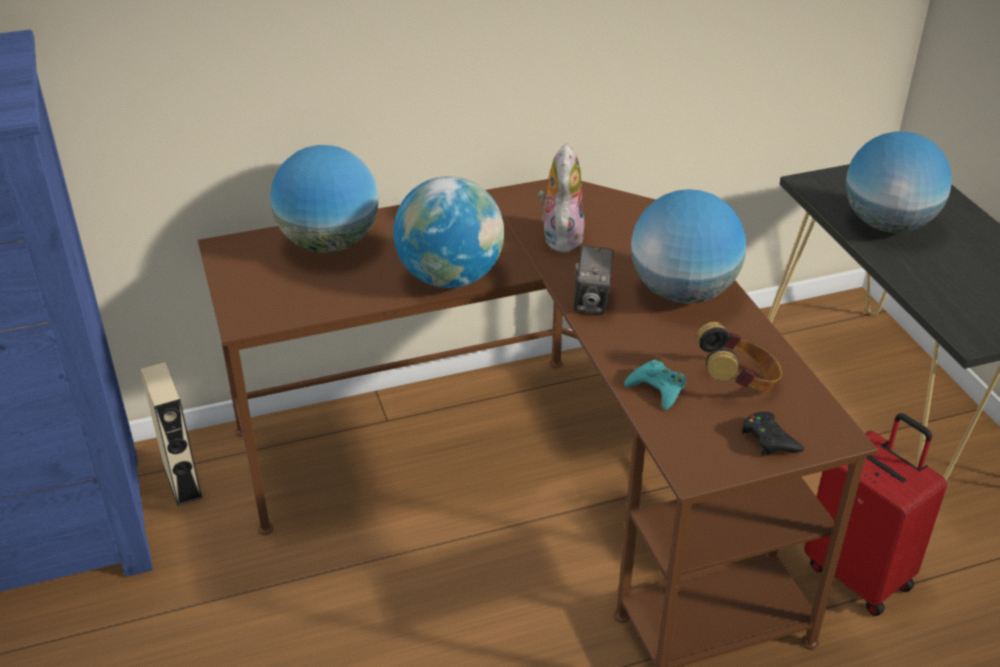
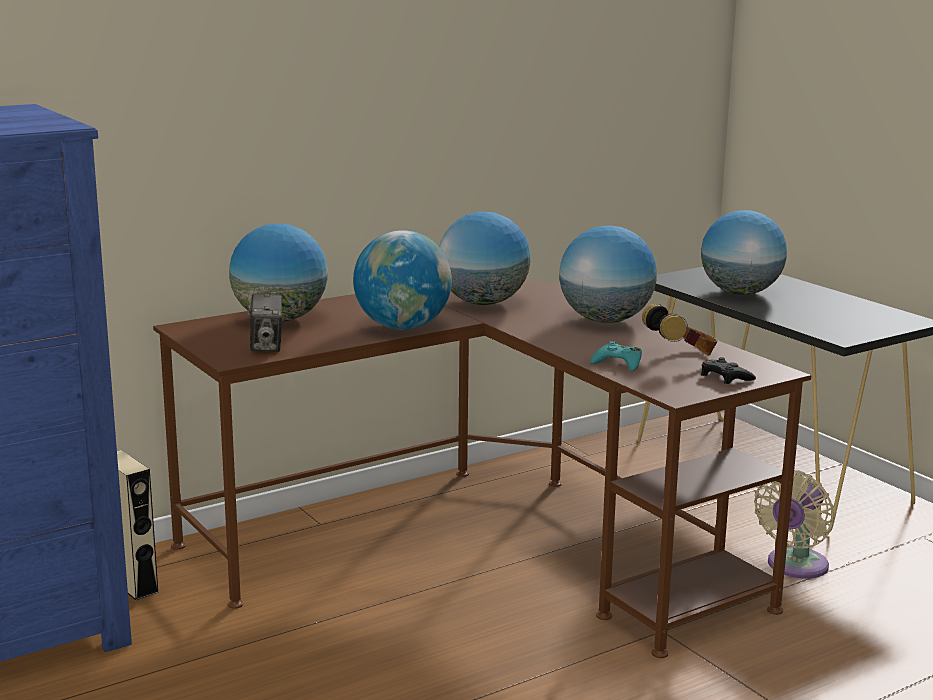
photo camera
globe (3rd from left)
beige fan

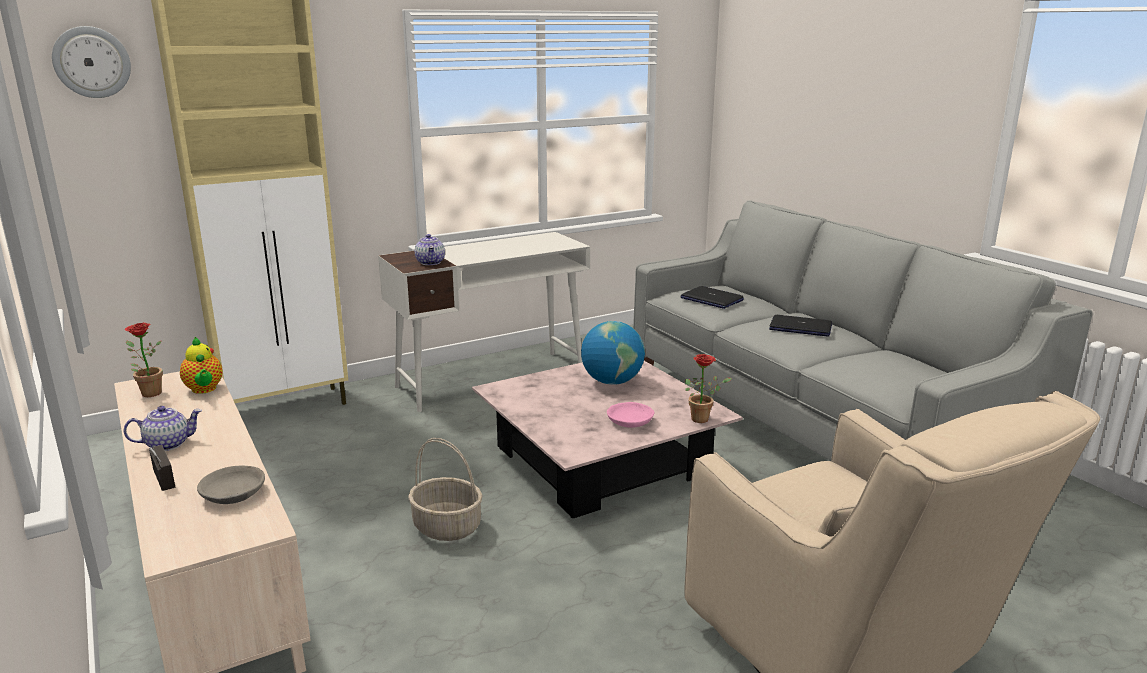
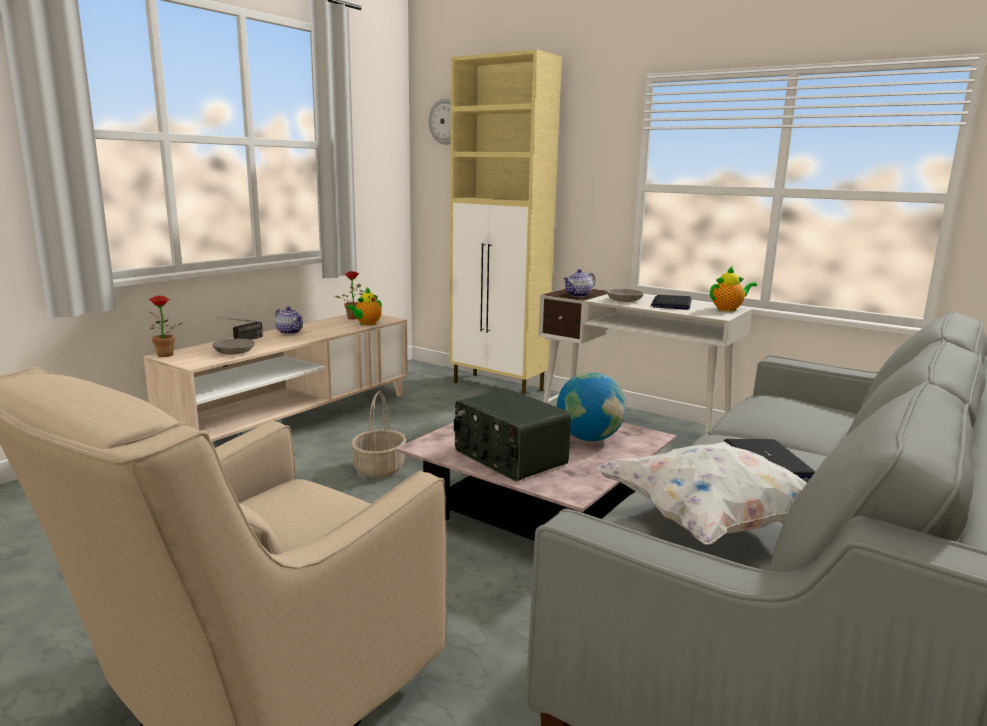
white pillow
grey bowl (2nd from left)
teapot (4th from left)
laptop (1st from left)
potted plant (1st from left)
radio (2nd from left)

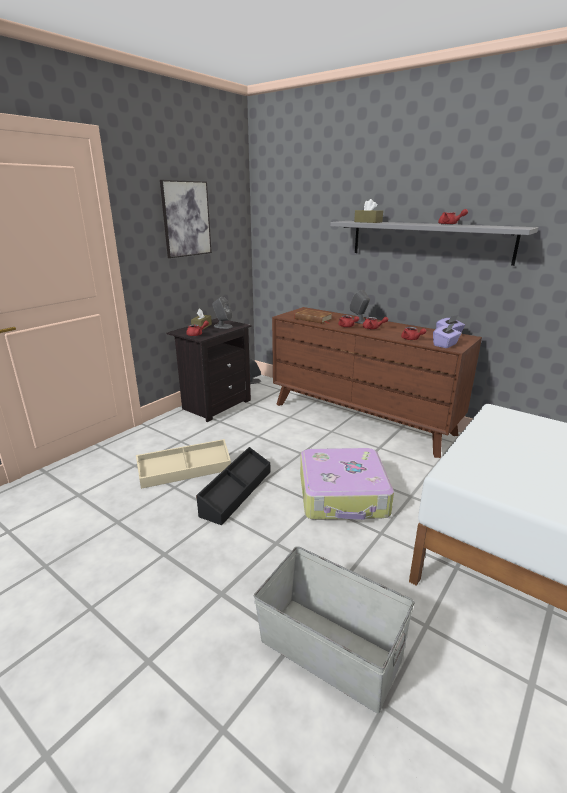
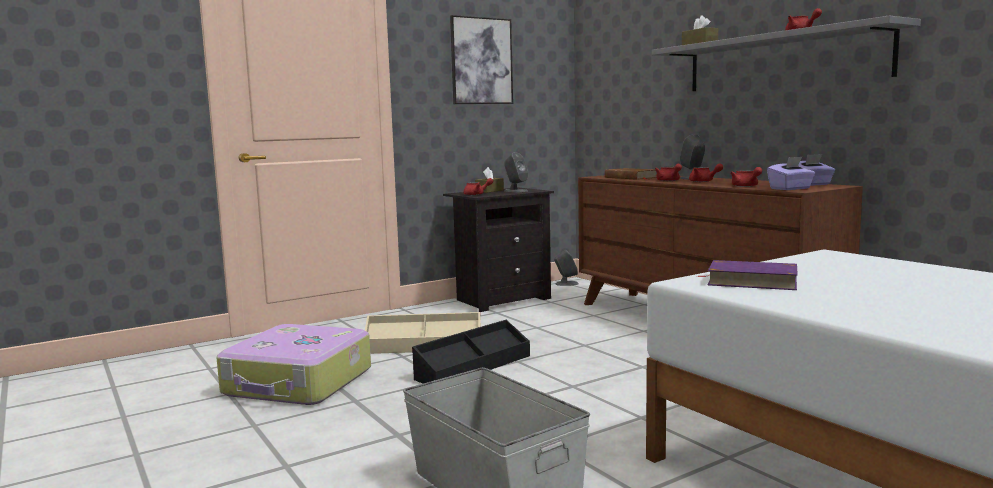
purple book
suitcase

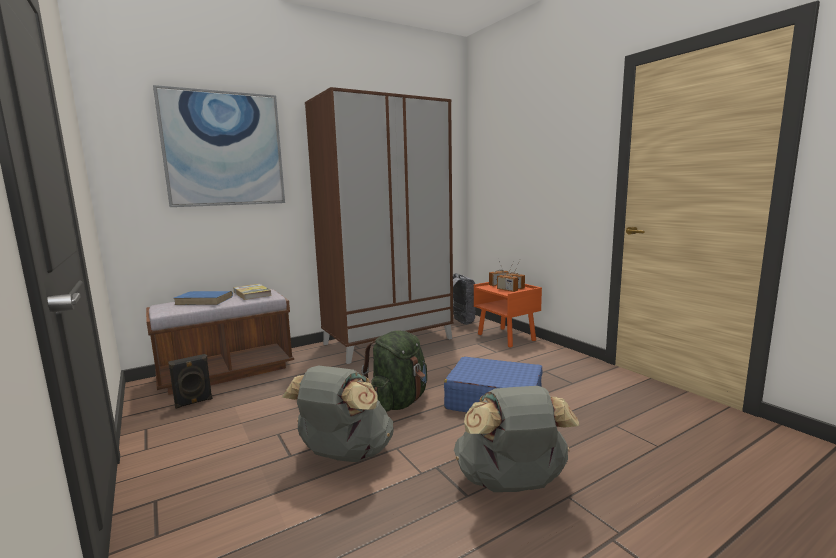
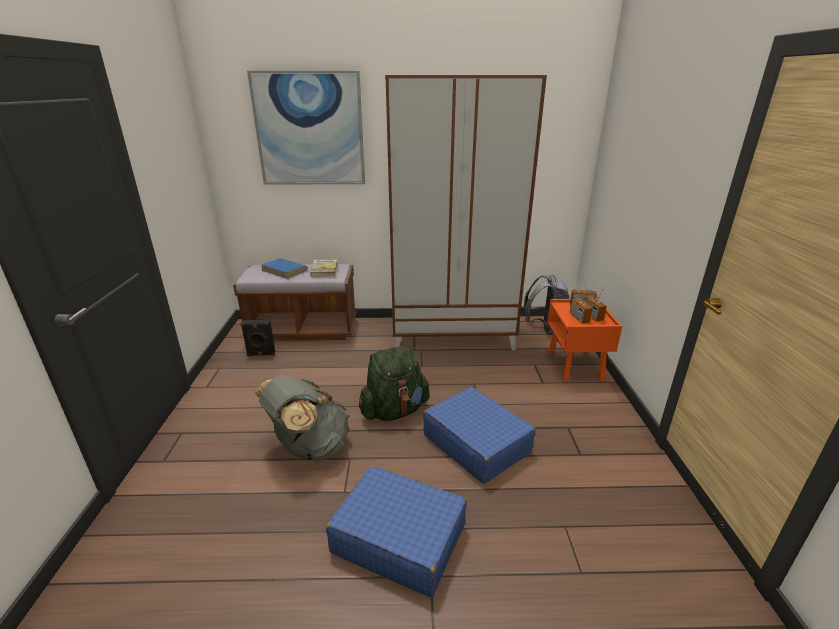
blue suitcase (1st from left)

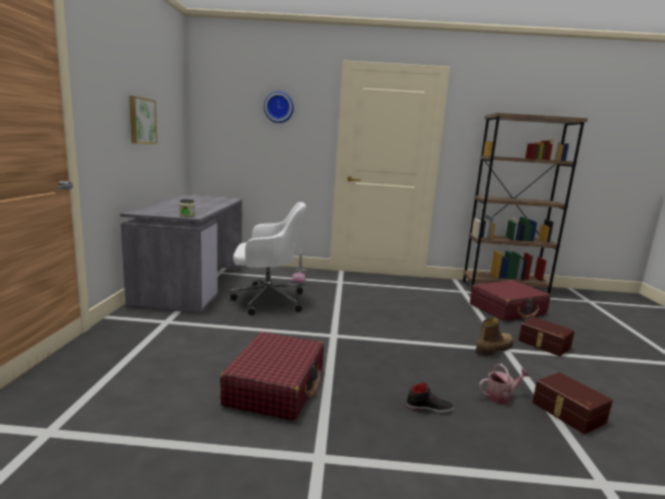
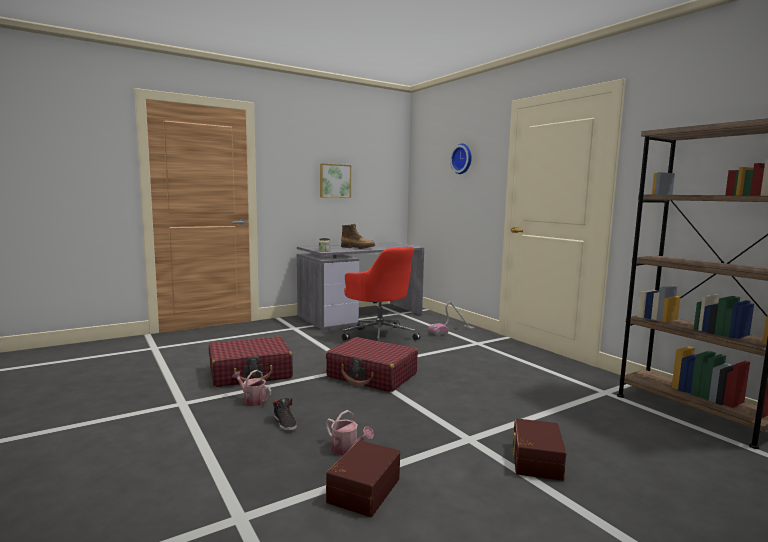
watering can (1st from left)
red suitcase (2nd from left)
boot
red office chair

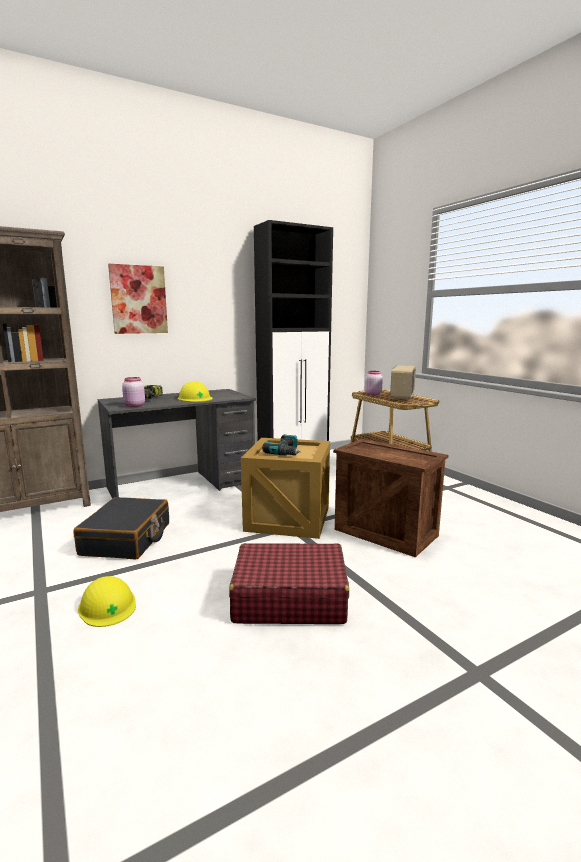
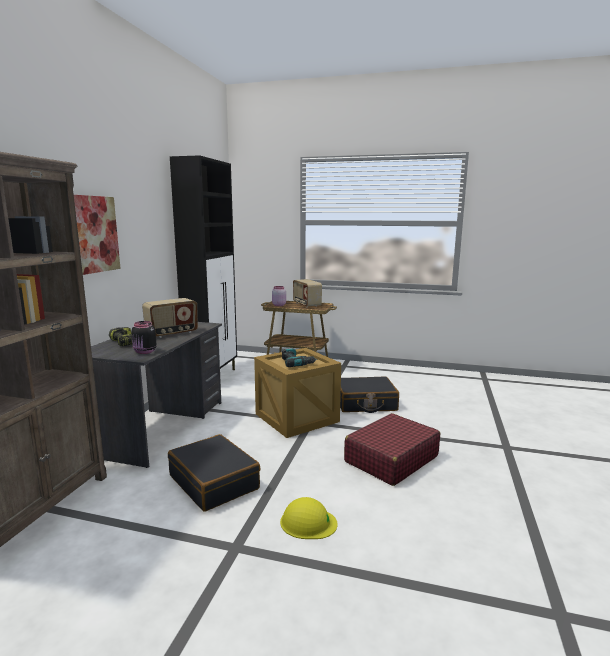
radio (1st from left)
black suitcase (2nd from left)
black jar

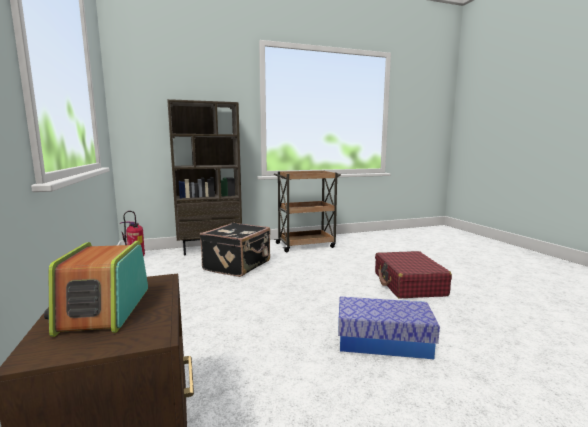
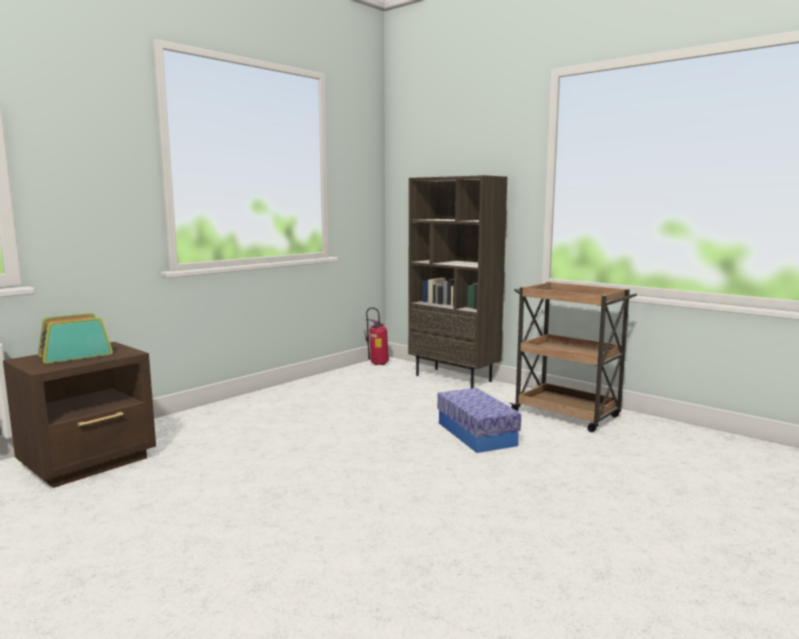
black suitcase
red suitcase
storage box

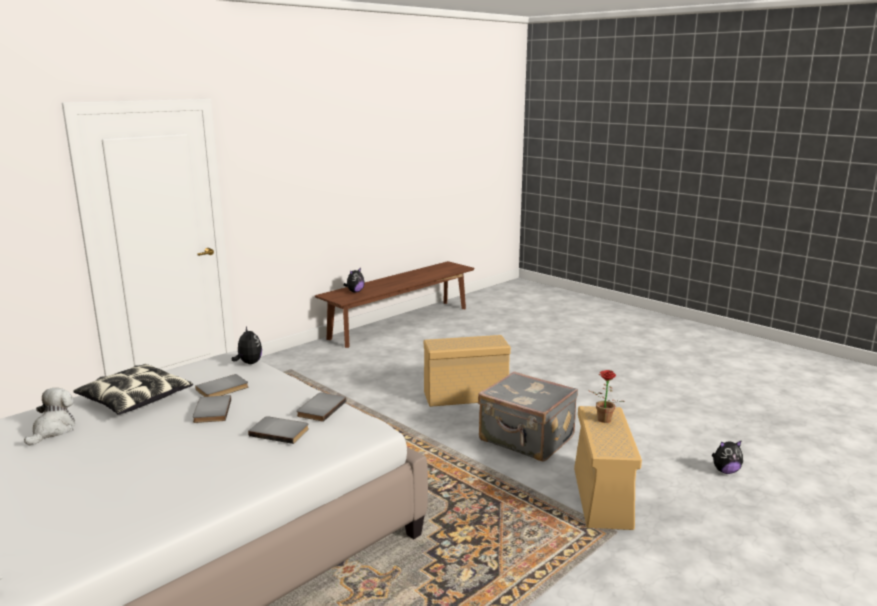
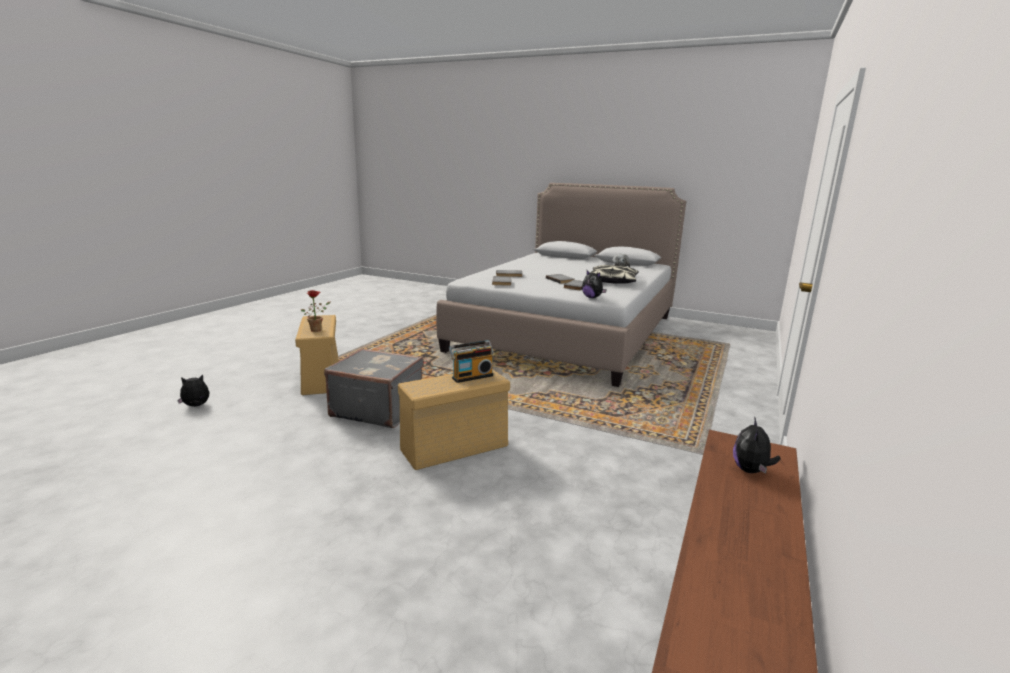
radio

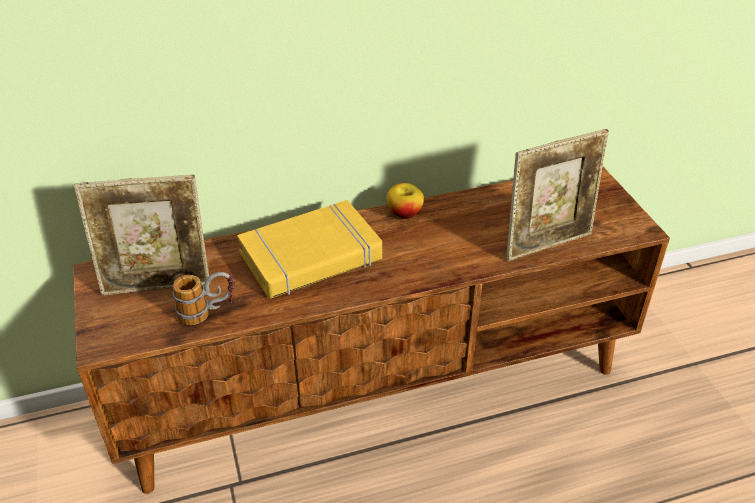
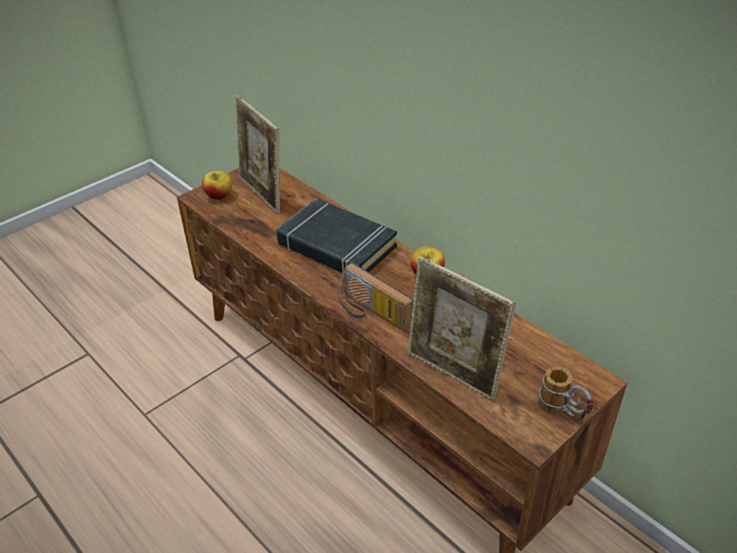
apple (1st from left)
radio
mug
black book

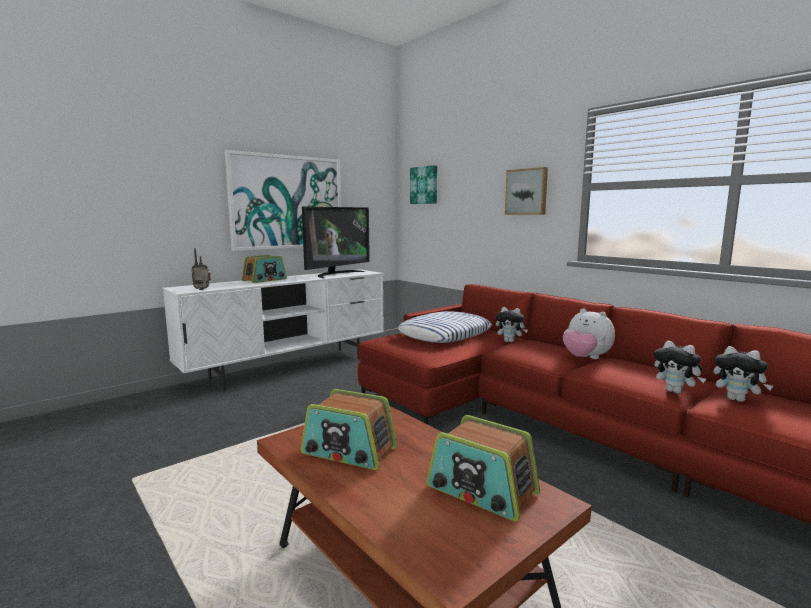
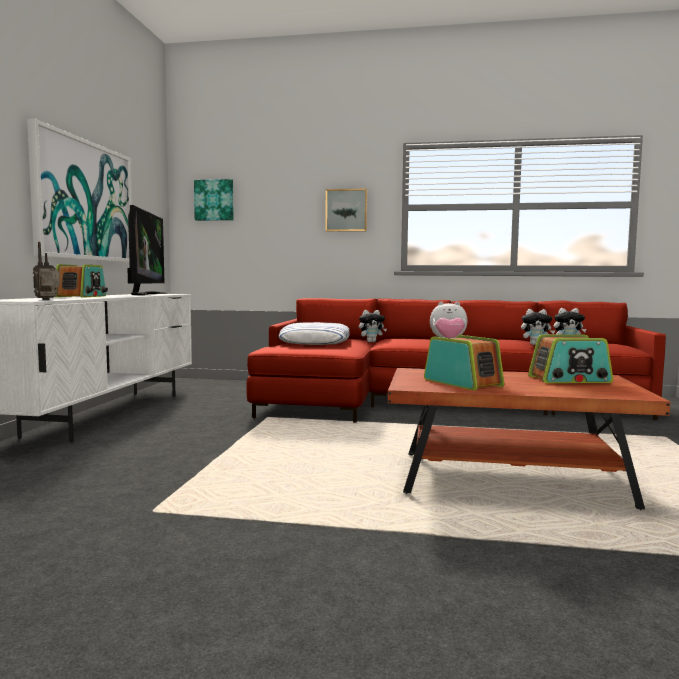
radio (3rd from left)

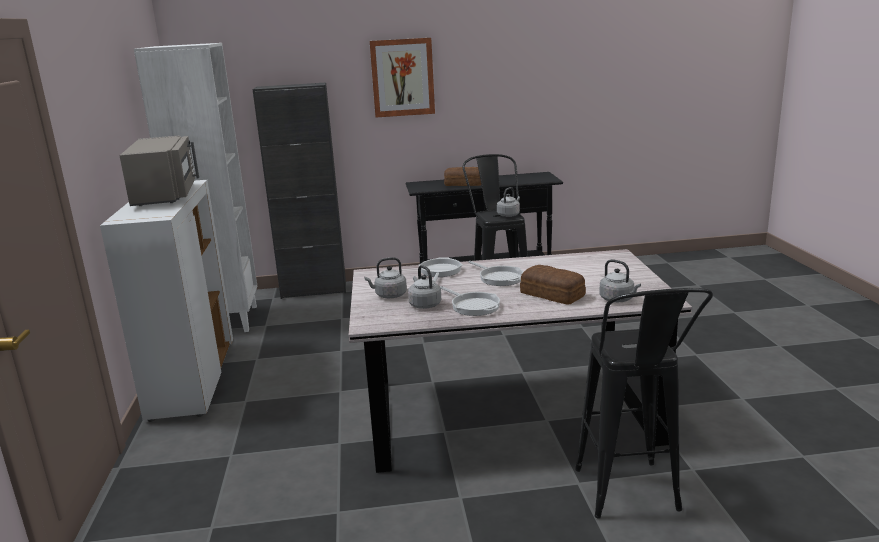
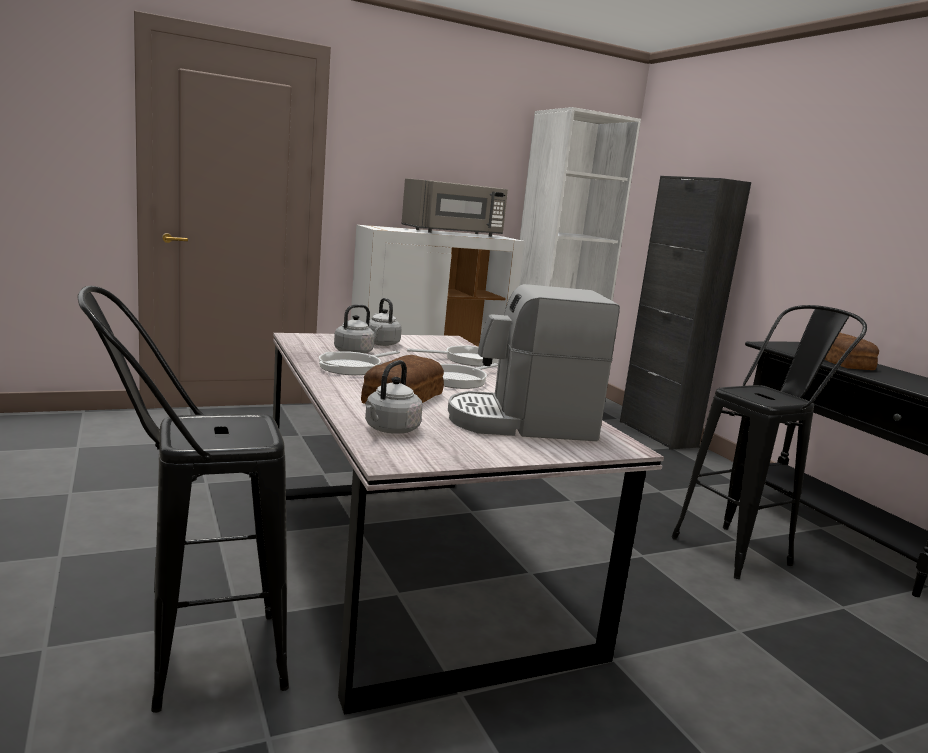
picture
grey kettle (3rd from left in the first image)
coffee machine

